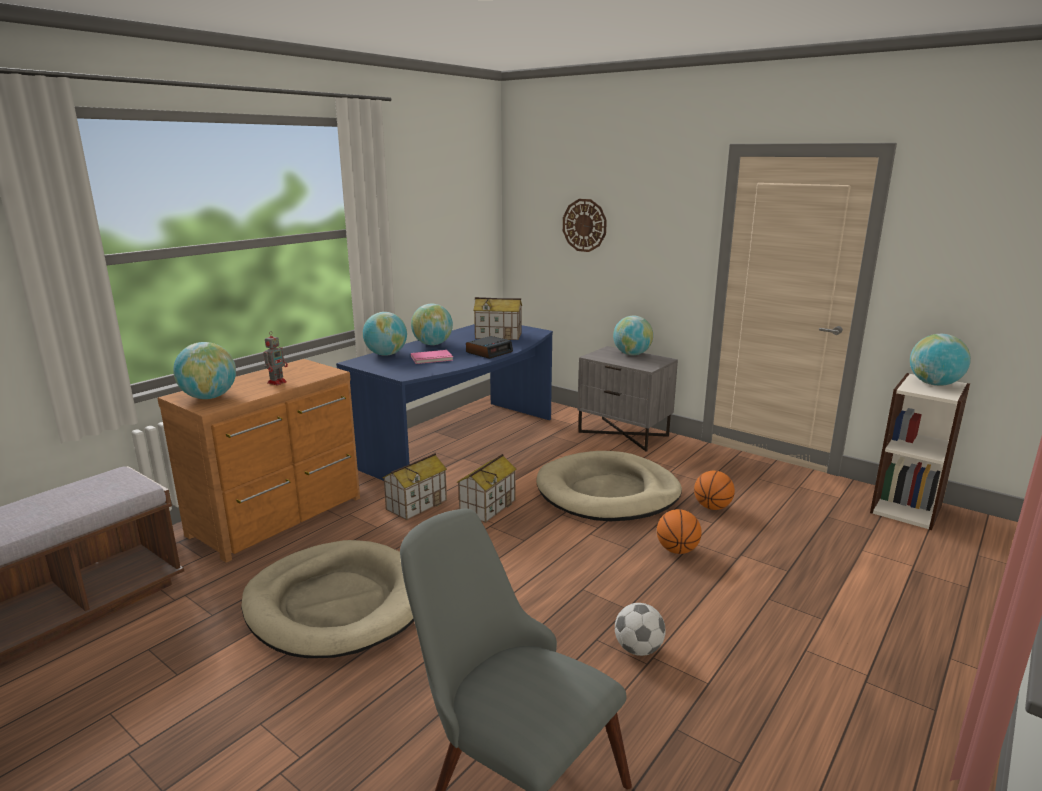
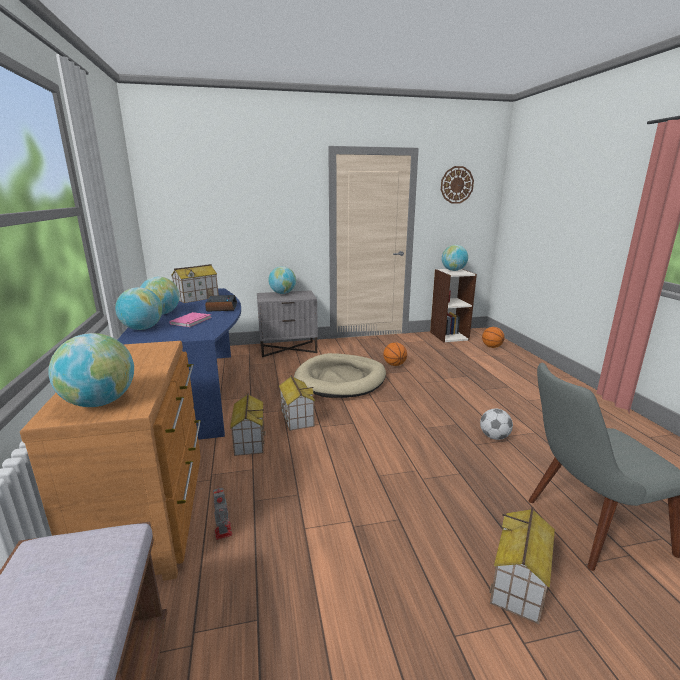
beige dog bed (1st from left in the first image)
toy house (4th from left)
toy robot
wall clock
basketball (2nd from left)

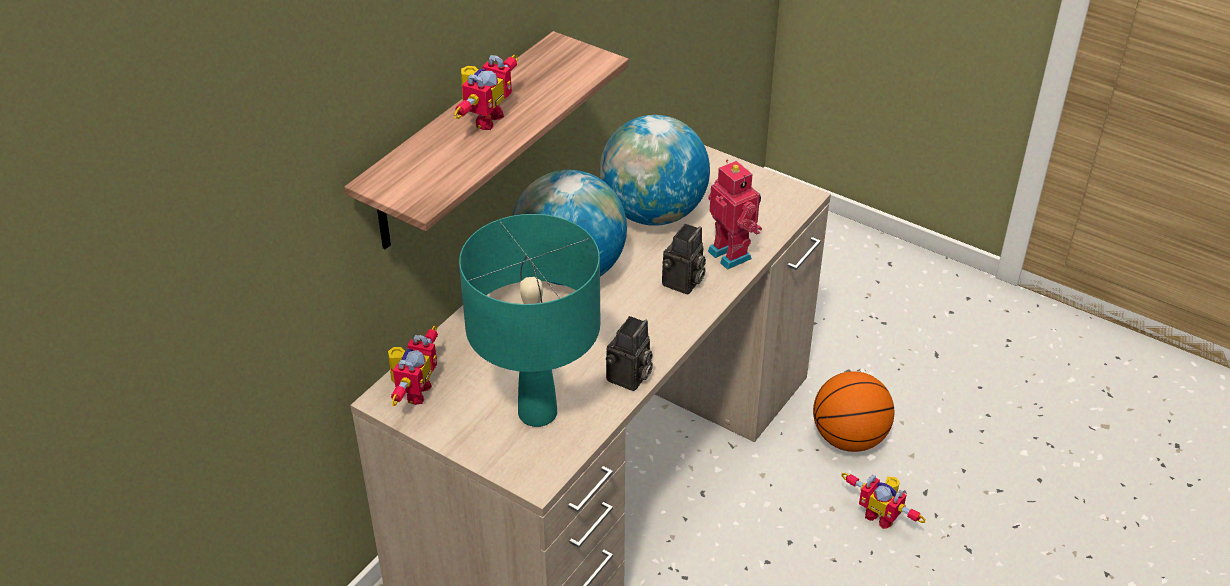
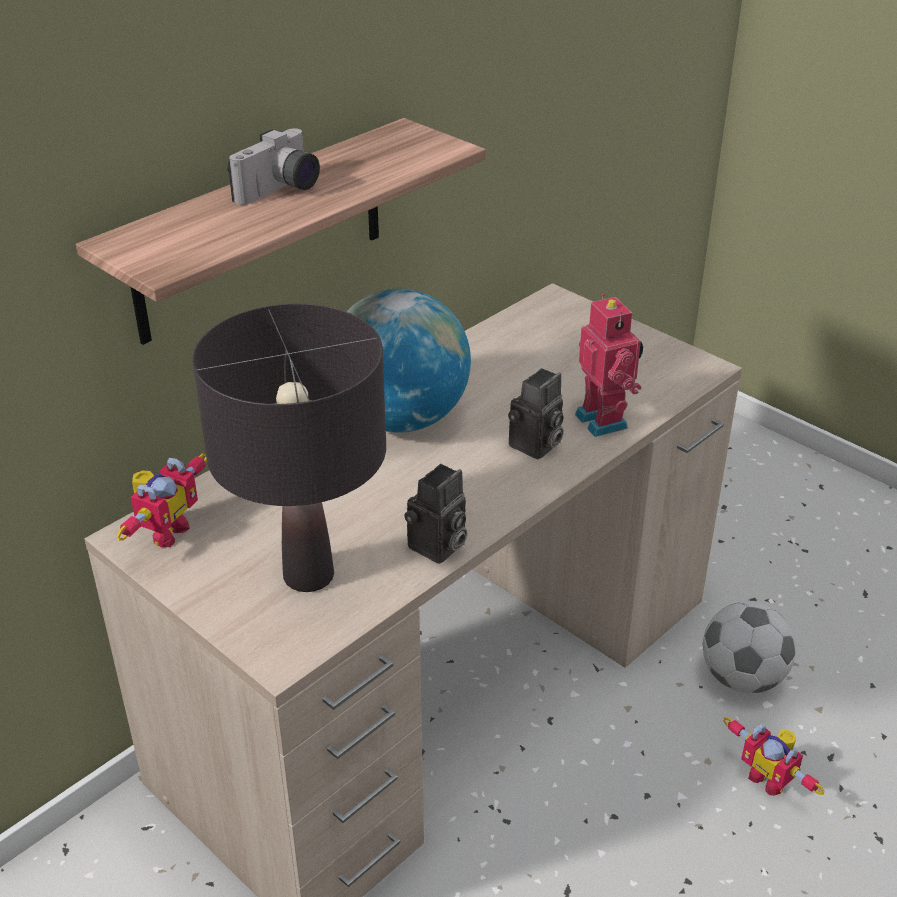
globe (2nd from left in the first image)
photo camera (1st from left)
football
black table lamp

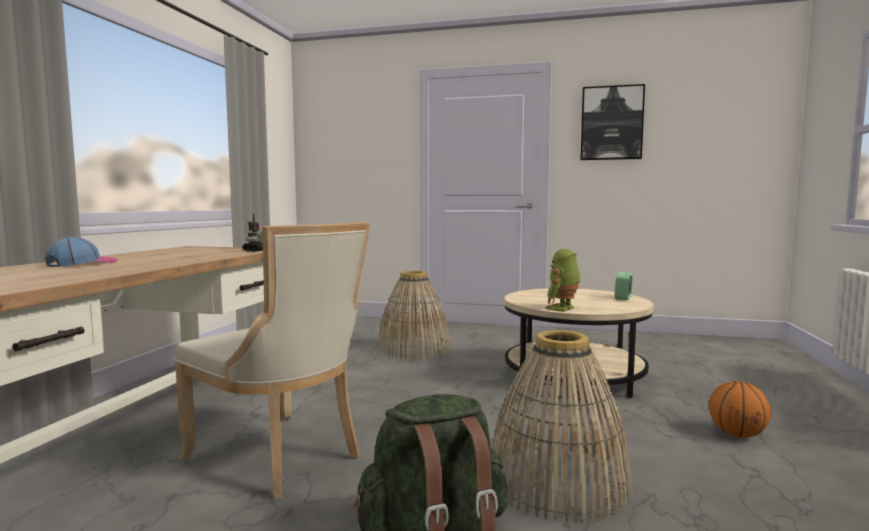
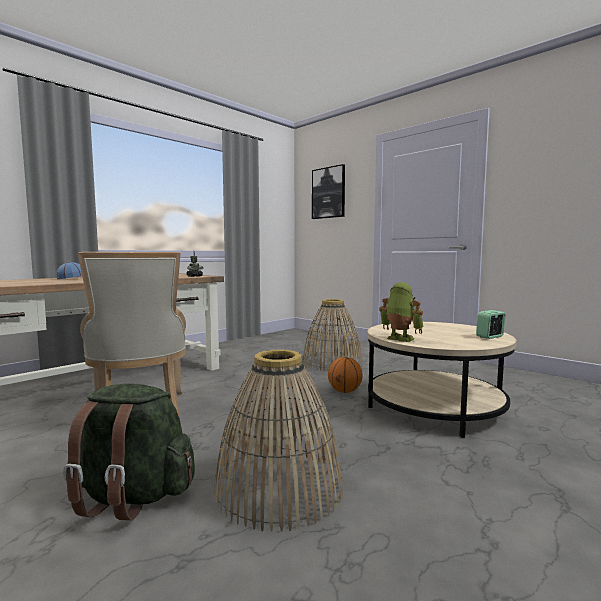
picture
basketball
toy robot (2nd from left)

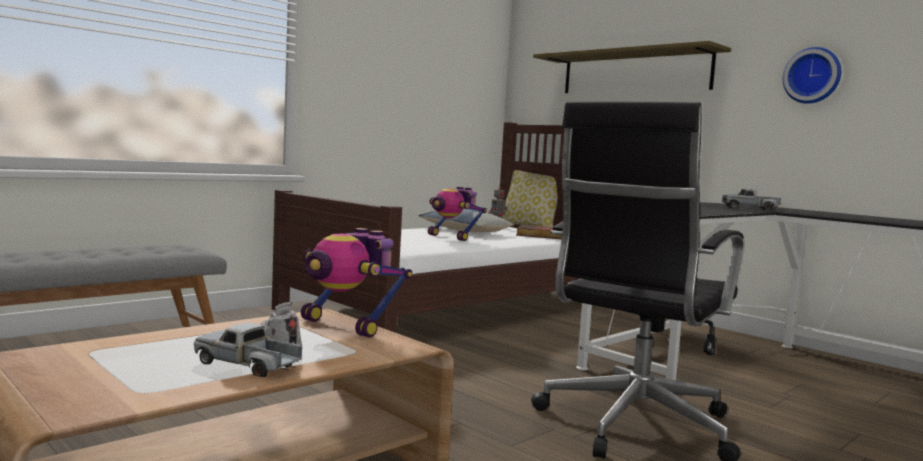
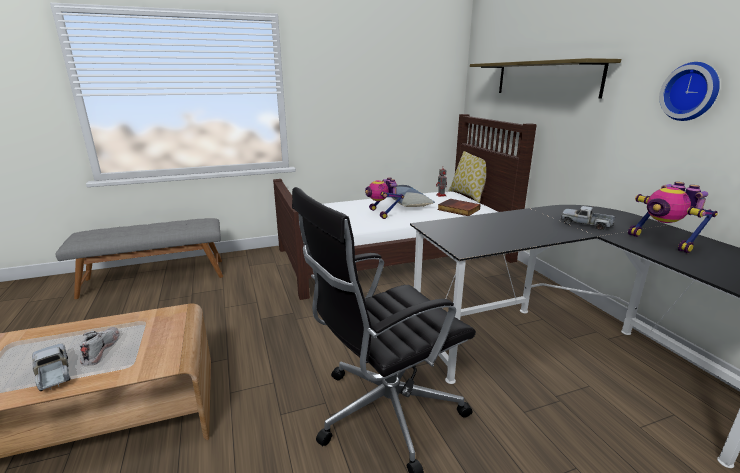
toy robot (3rd from left)

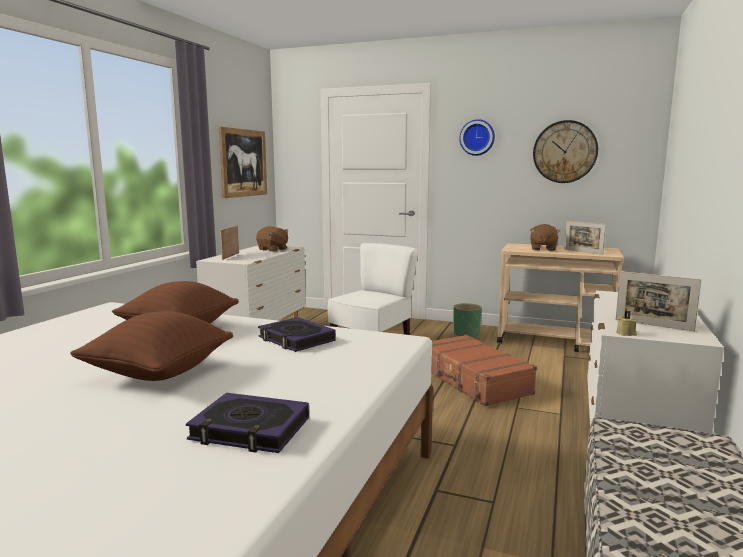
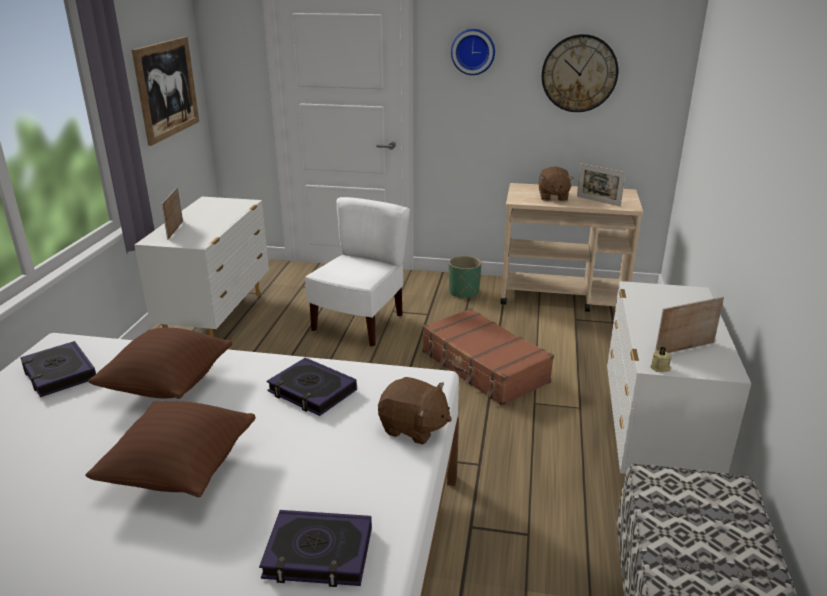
book (1st from left)
brown plush toy (1st from left)
picture frame (3rd from left)

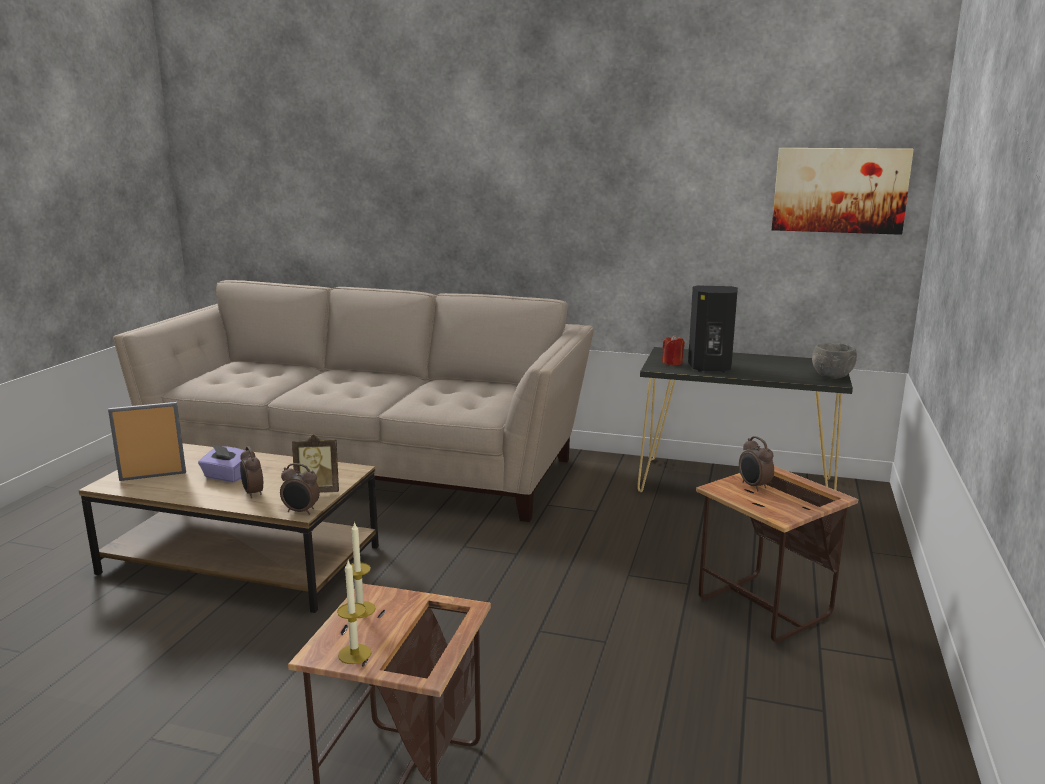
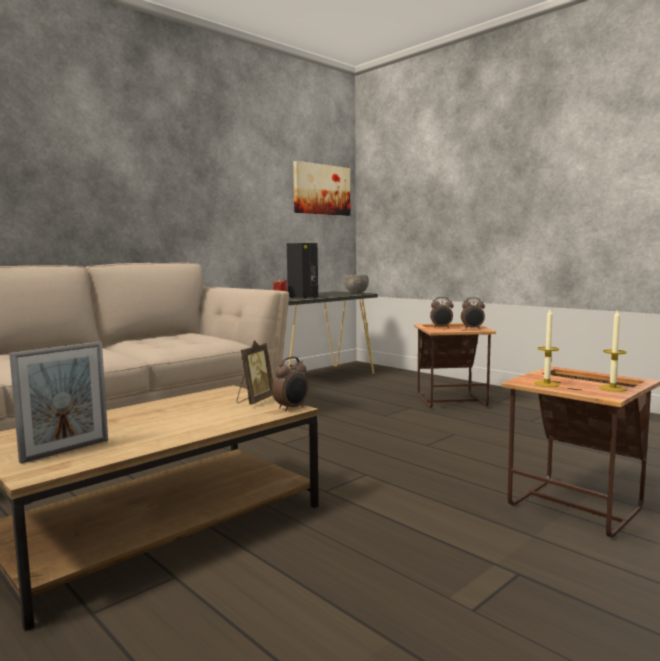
purple tissue box
alarm clock (3rd from left)
picture frame (1st from left)

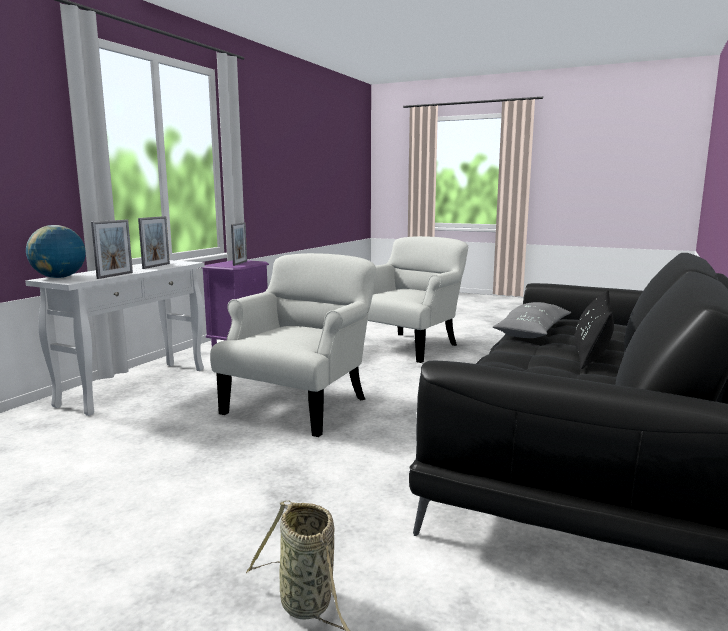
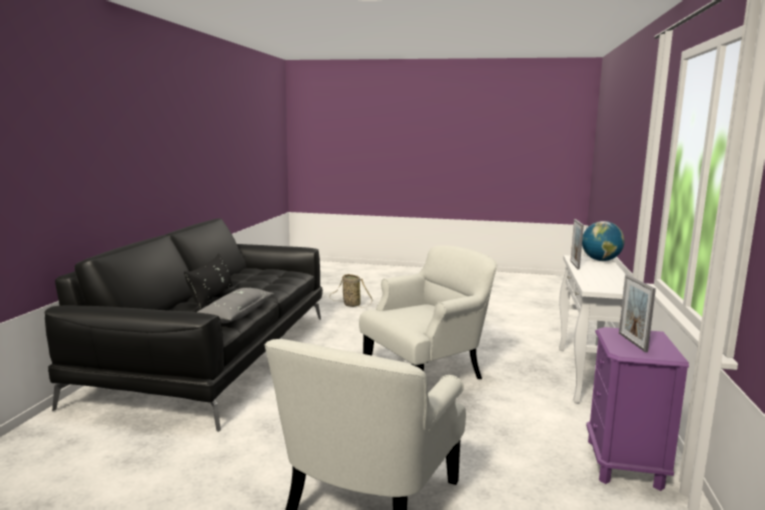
picture frame (2nd from left in the first image)
white armchair (2nd from left)

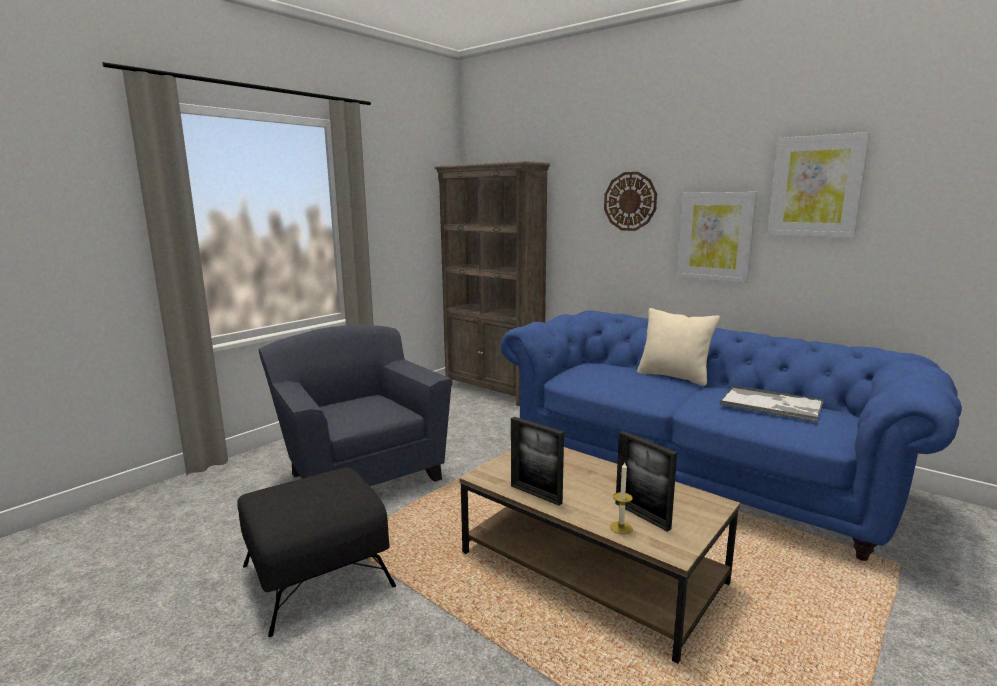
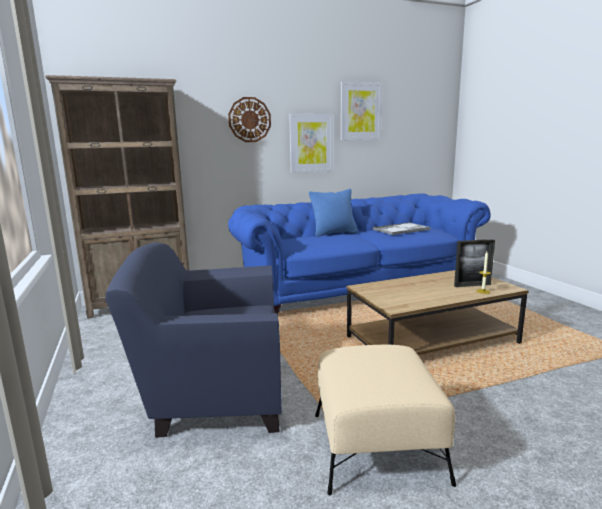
picture frame (1st from left in the first image)
beige ottoman
blue pillow

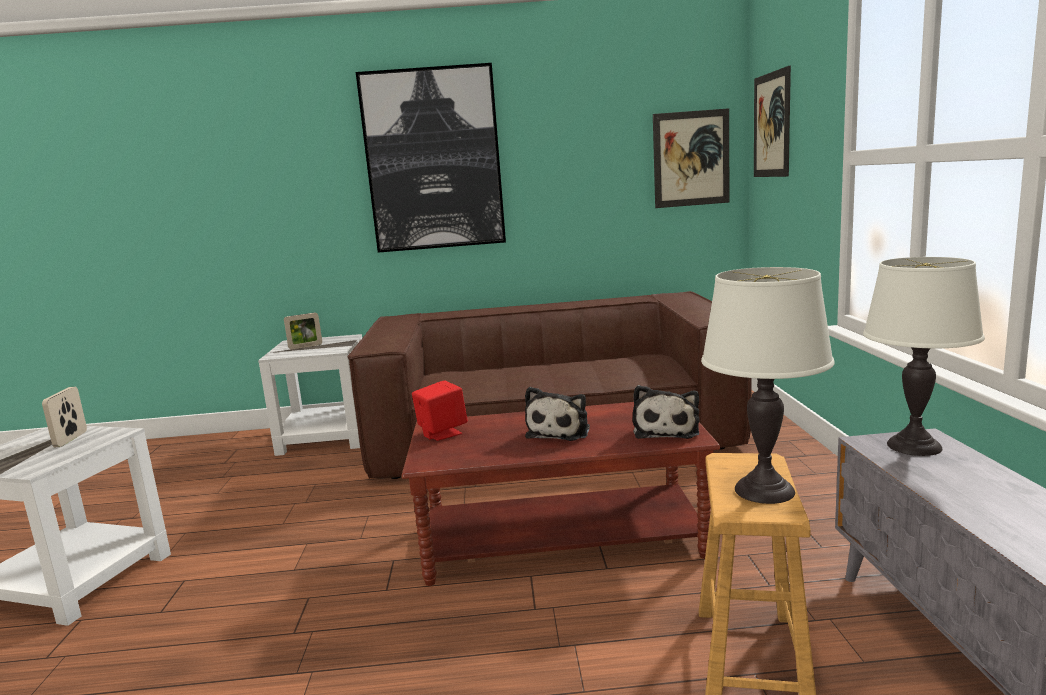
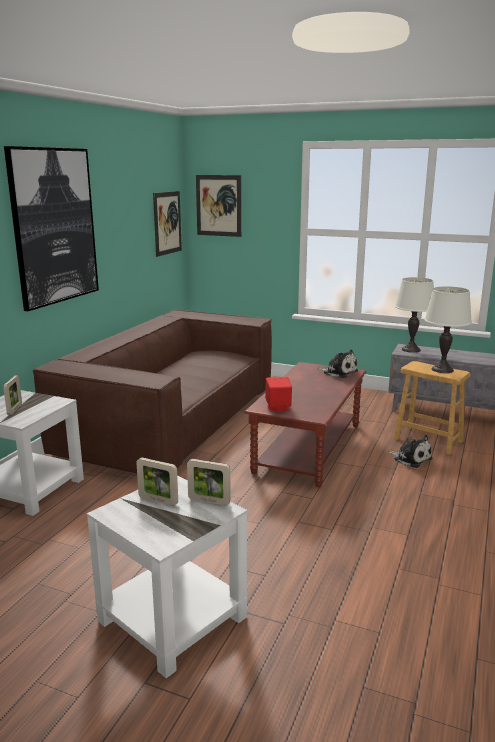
picture frame (3rd from left)
plush toy (2nd from left)

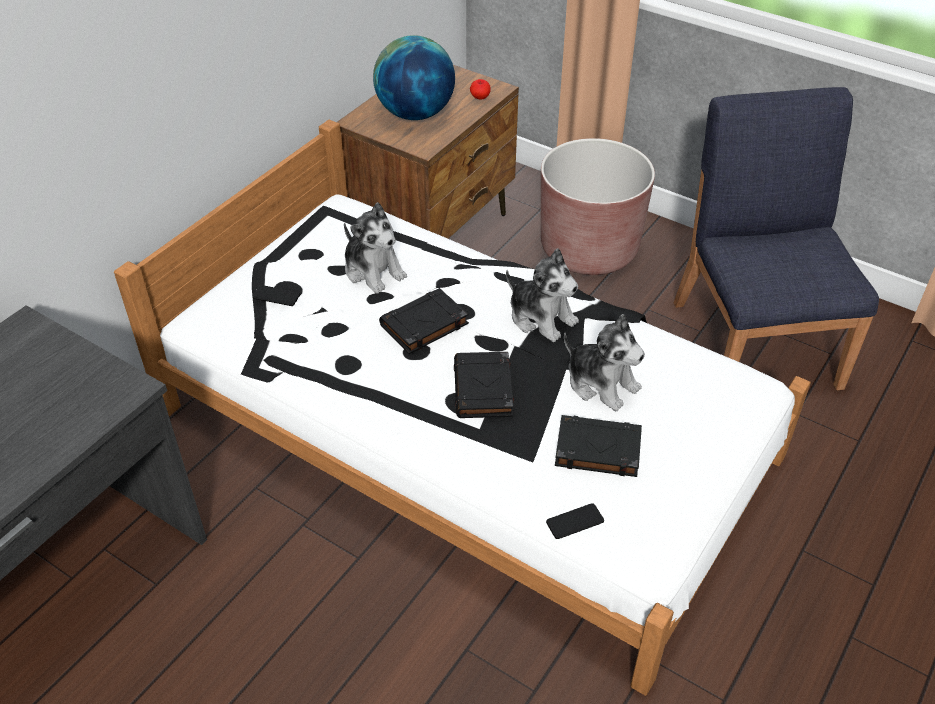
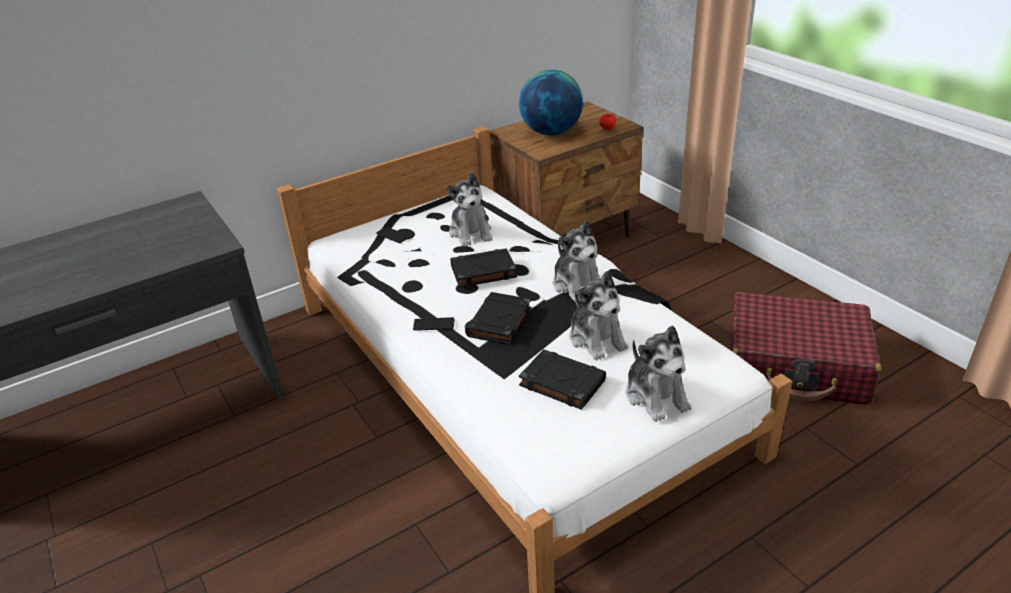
brown planter
plush toy (4th from left)
phone (2nd from left)
red suitcase

